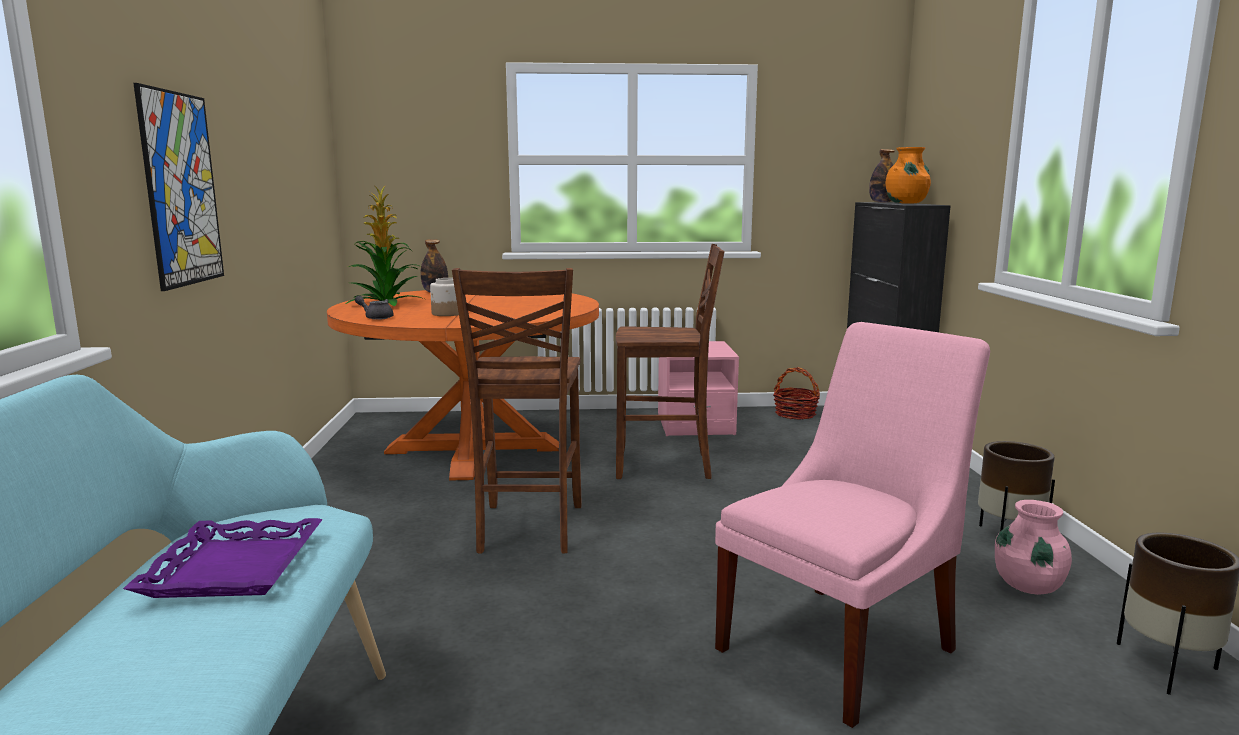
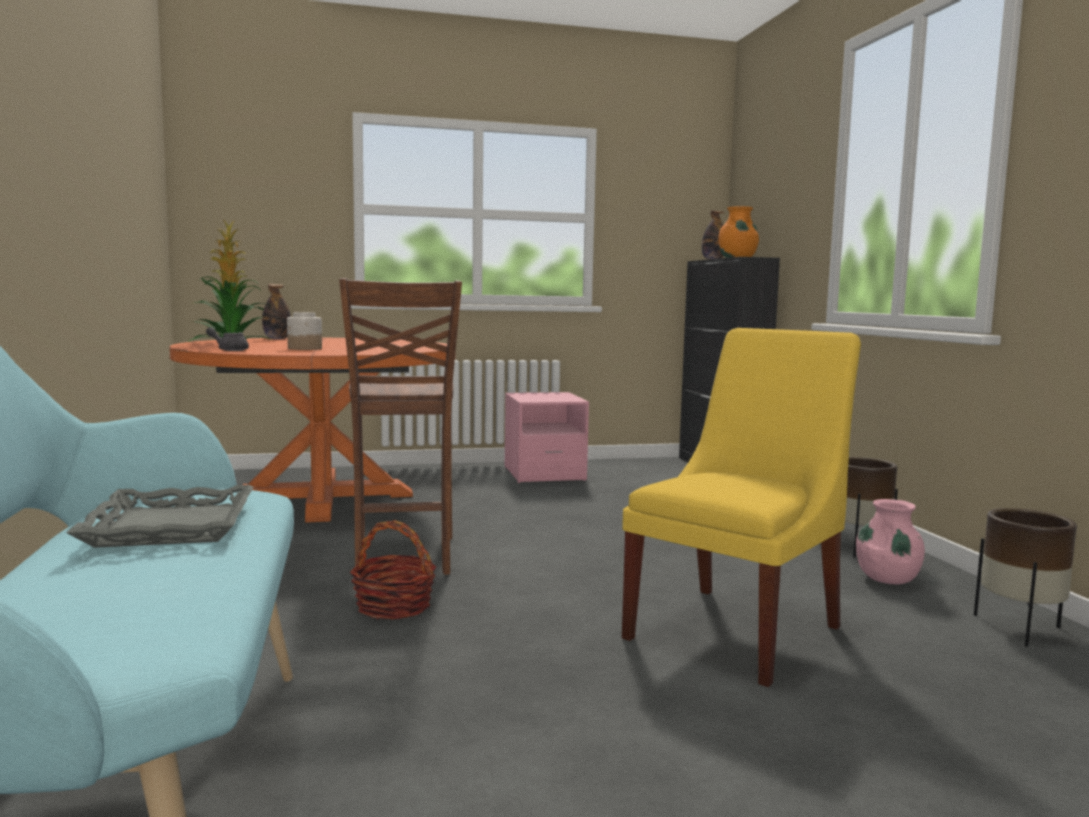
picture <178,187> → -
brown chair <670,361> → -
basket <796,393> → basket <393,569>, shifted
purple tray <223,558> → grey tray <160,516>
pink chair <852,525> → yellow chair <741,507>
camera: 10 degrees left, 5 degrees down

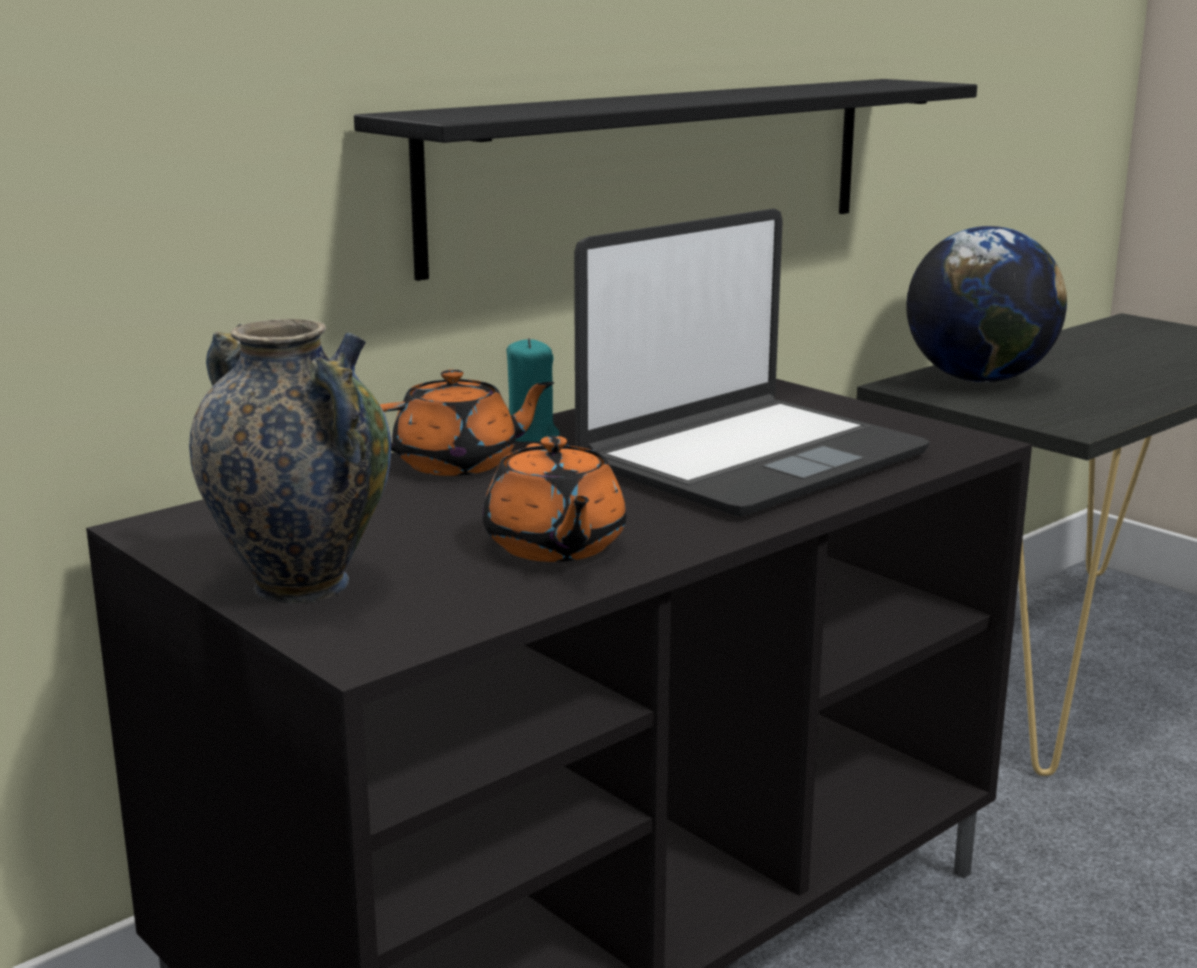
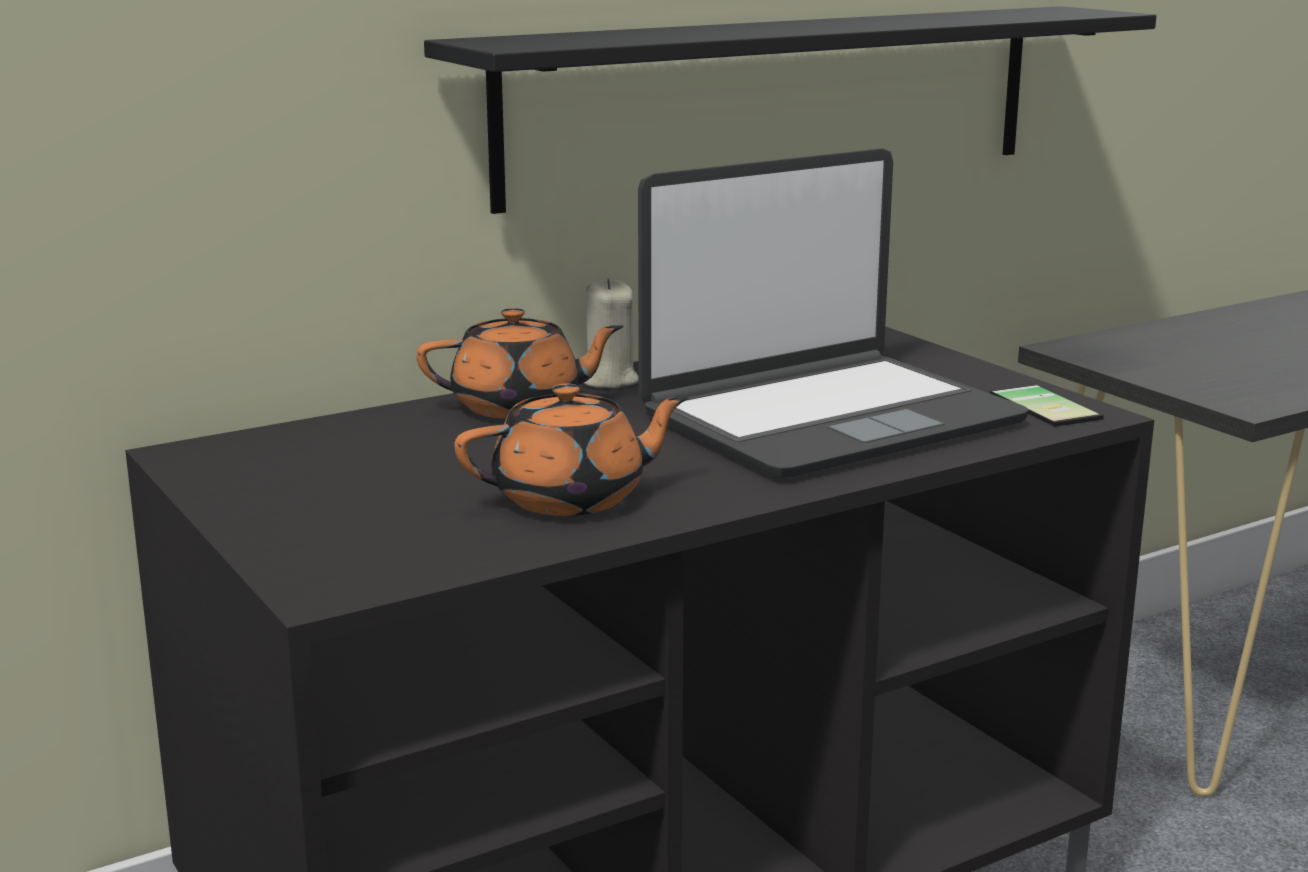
vase <290,461> → -
globe <986,304> → -
- → phone <1047,406>
turquoise candle <533,390> → beige candle <611,333>
orange teapot <555,499> → orange teapot <571,449>, 105 degrees counterclockwise
camera: 10 degrees right, 0 degrees up

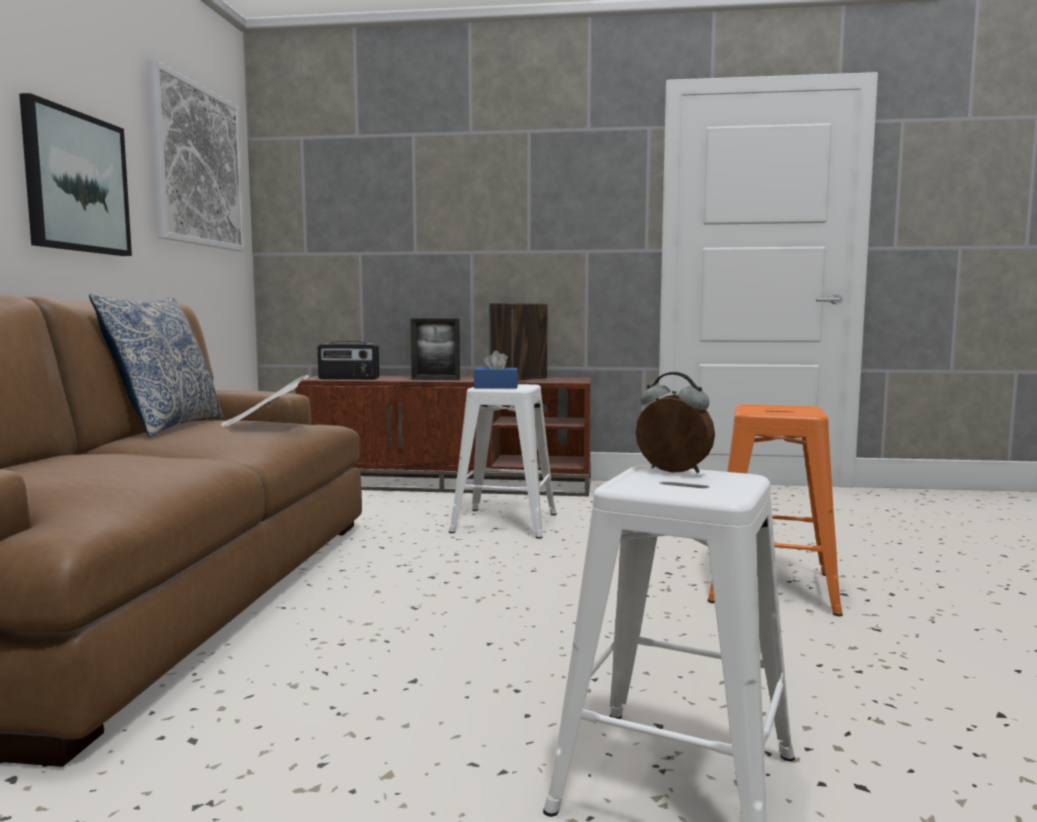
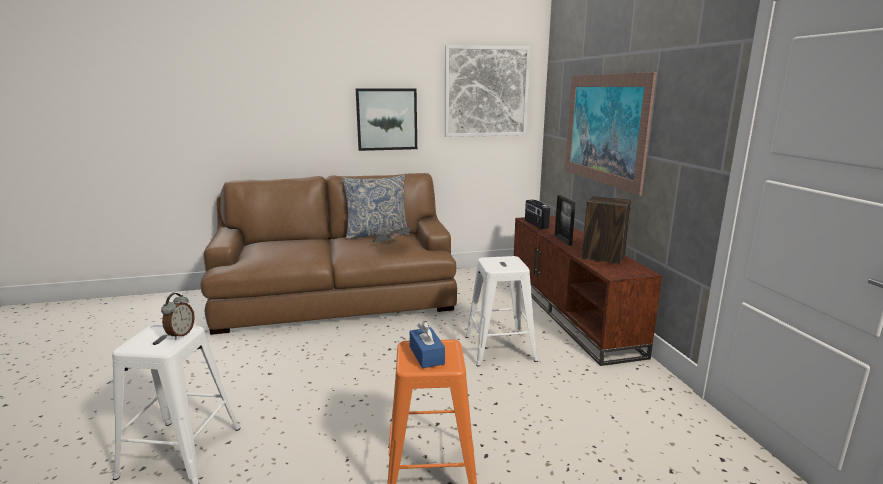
- → picture <611,134>
blue tissue box <496,369> → blue tissue box <427,344>, shifted
camera: 70 degrees right, 10 degrees up

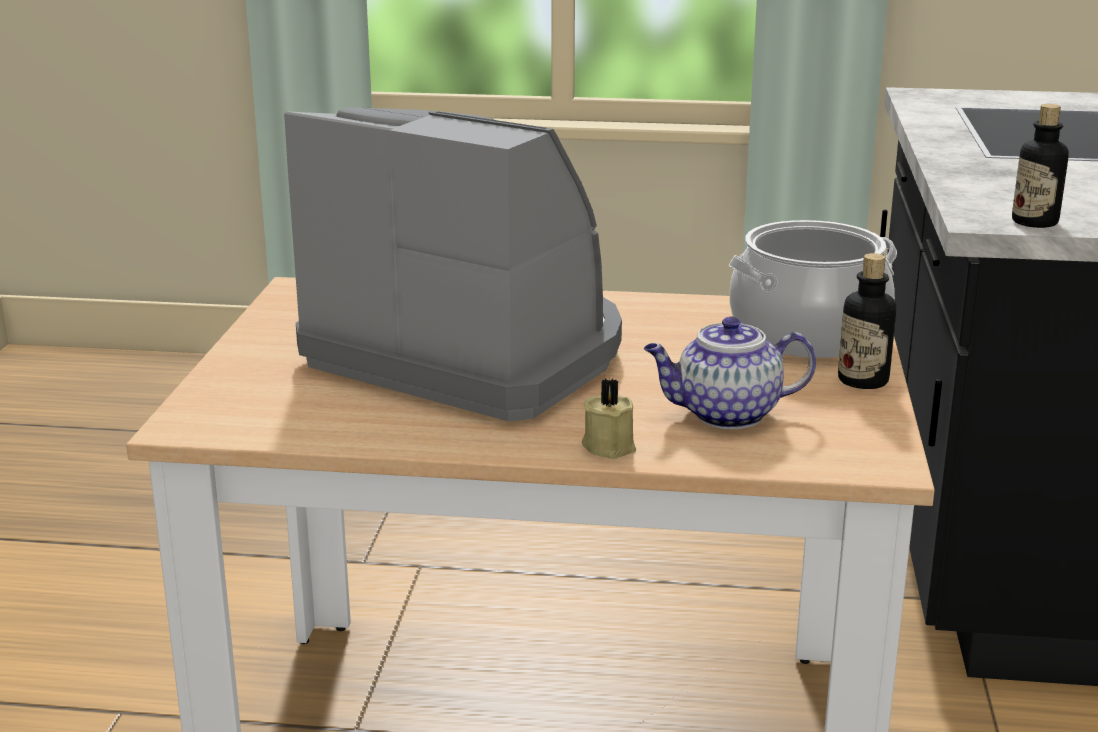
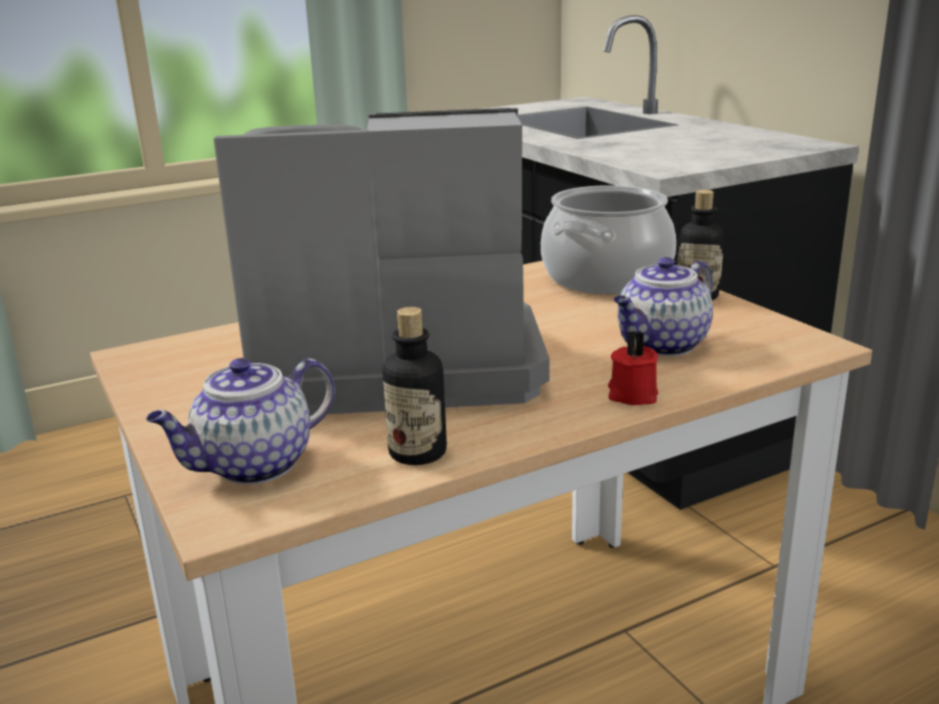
- → teapot <240,421>
bottle <1040,166> → bottle <415,386>, shifted
beige candle <609,419> → red candle <633,367>
camera: 35 degrees left, 0 degrees up

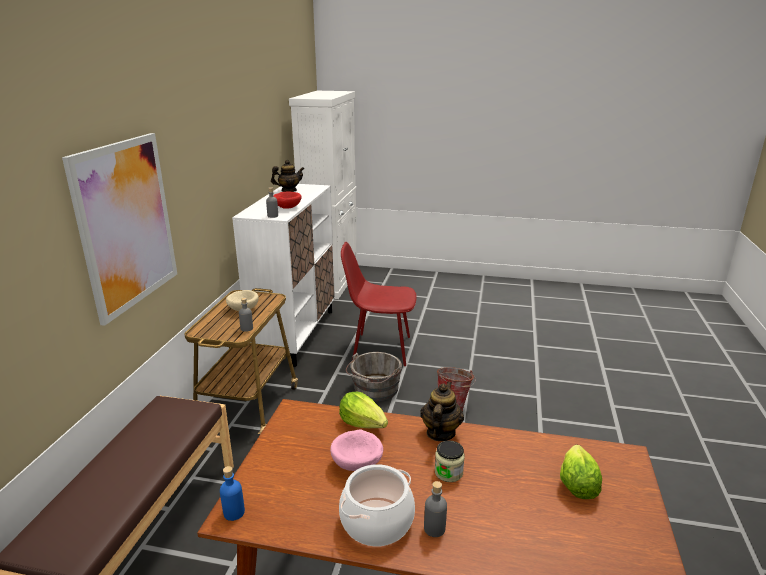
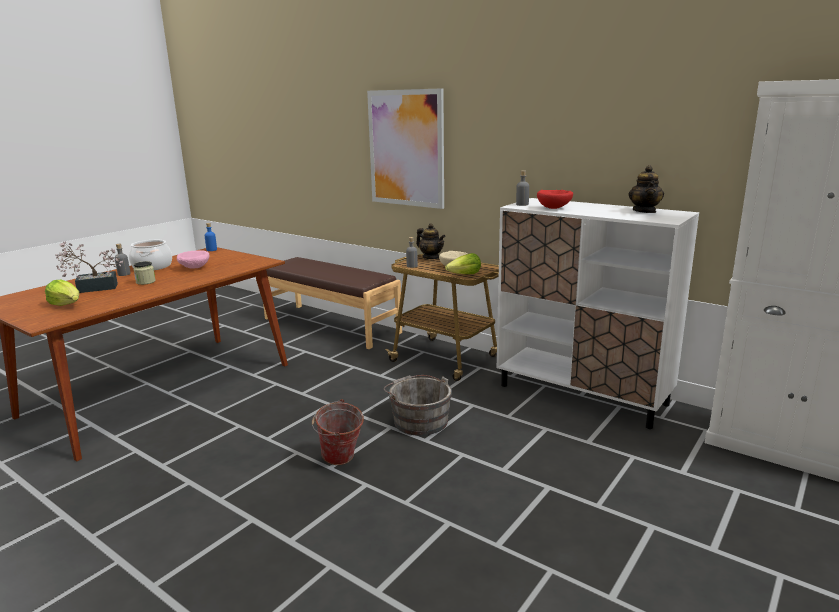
red chair <379,304> → -
- → potted plant <89,267>
lettuce <363,410> → lettuce <463,263>, shifted
teapot <442,411> → teapot <431,241>, shifted
camera: 115 degrees right, 5 degrees down

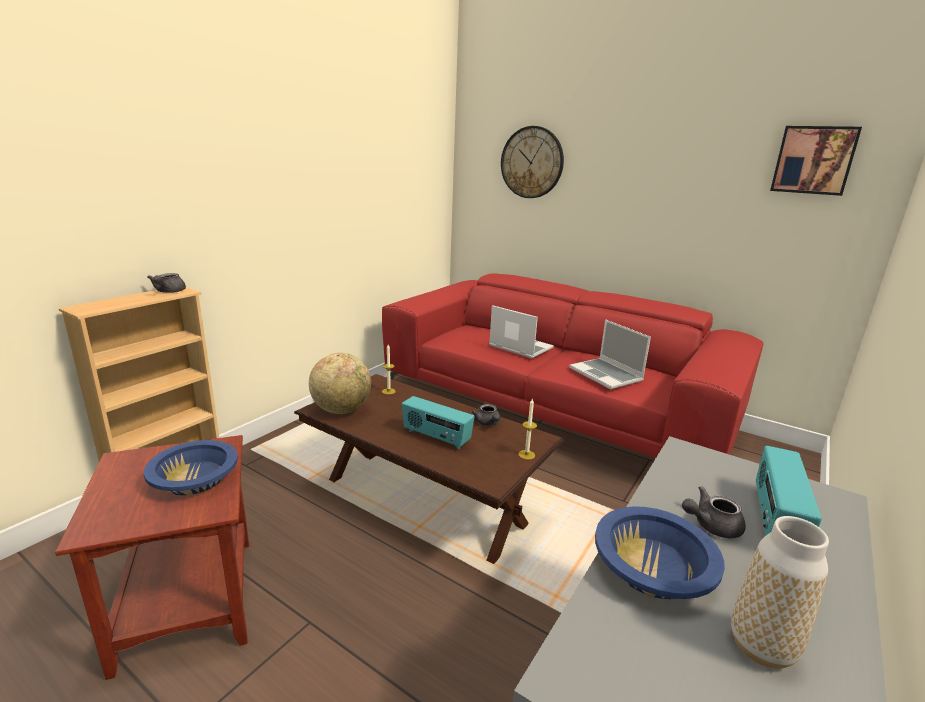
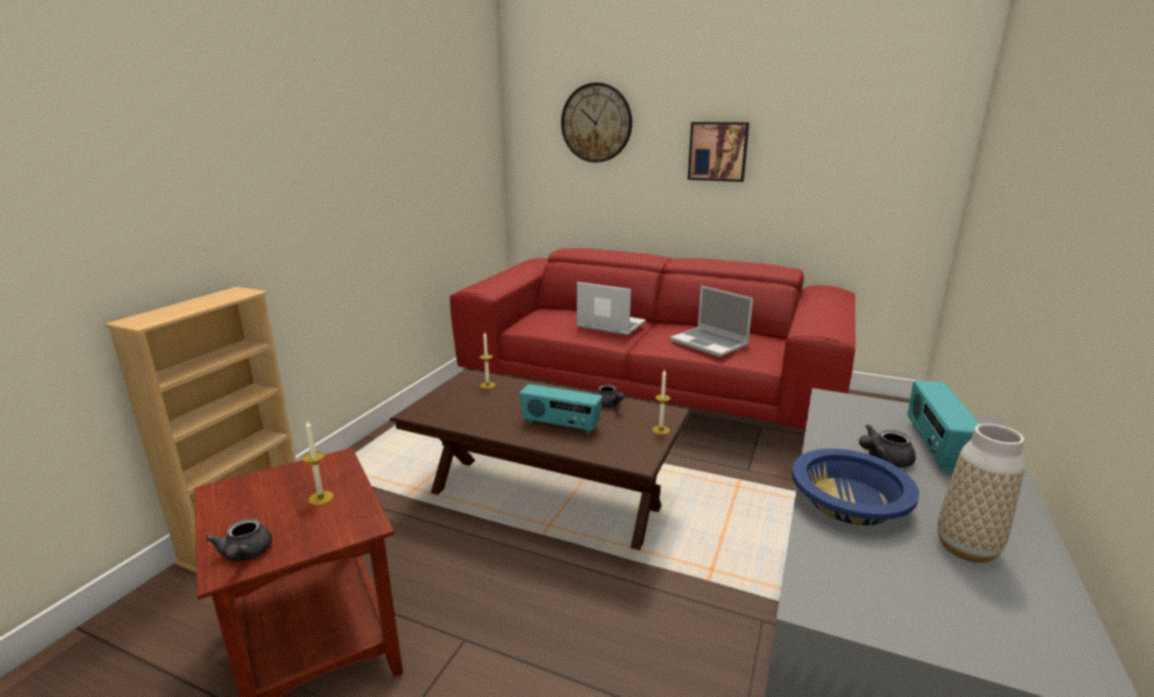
globe <340,383> → -
grey teapot <166,283> → grey teapot <239,540>, shifted
picture <816,161> → picture <719,152>, shifted
blue bowl <191,467> → candle <318,463>
camera: 10 degrees left, 0 degrees up

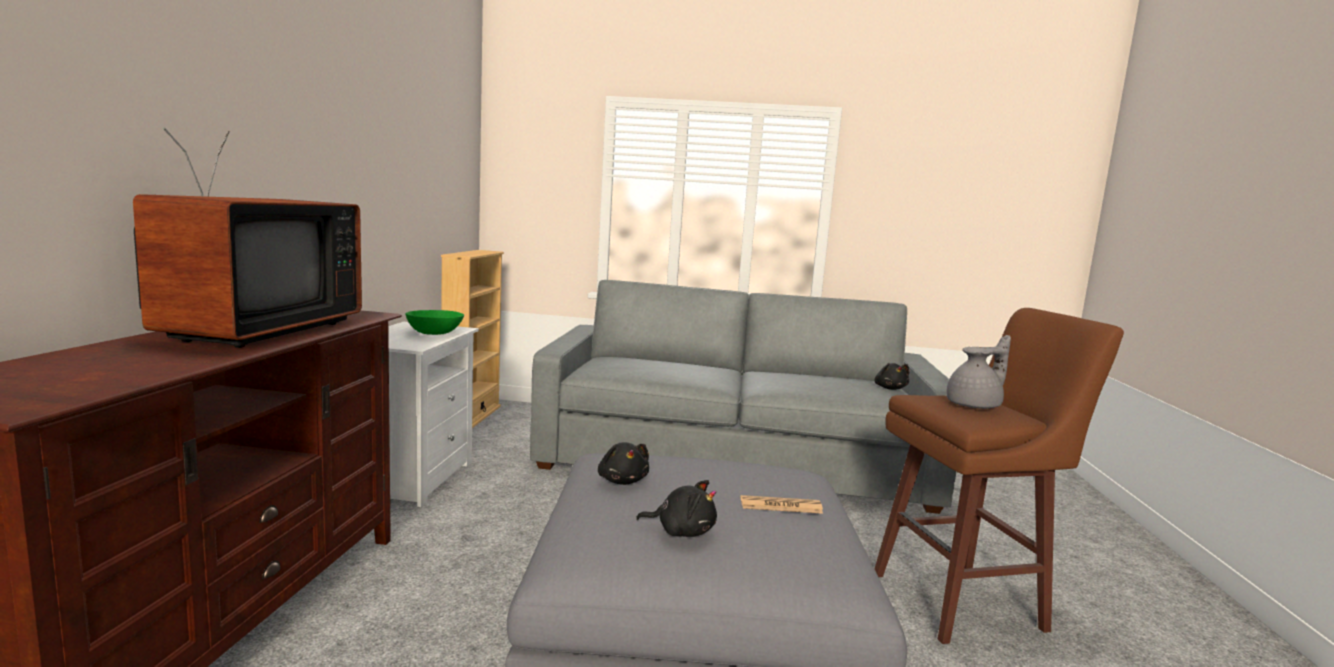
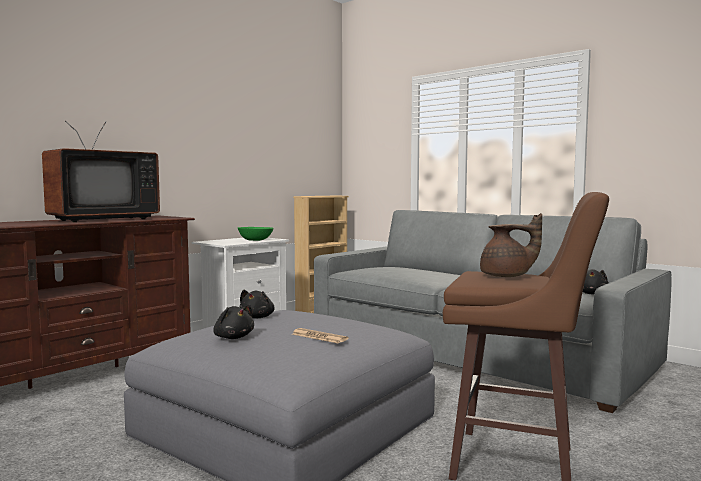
grey teapot <978,372> → brown teapot <511,245>
camera: 35 degrees right, 5 degrees down

